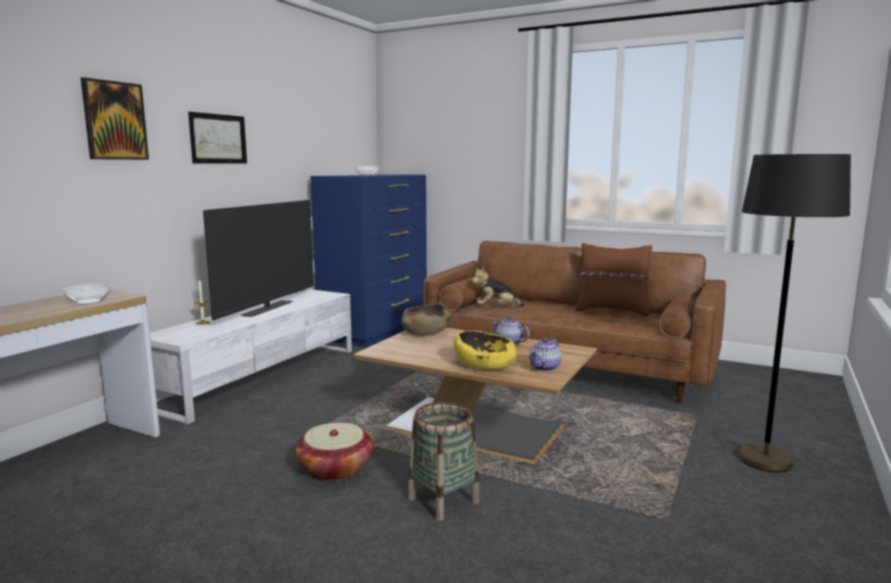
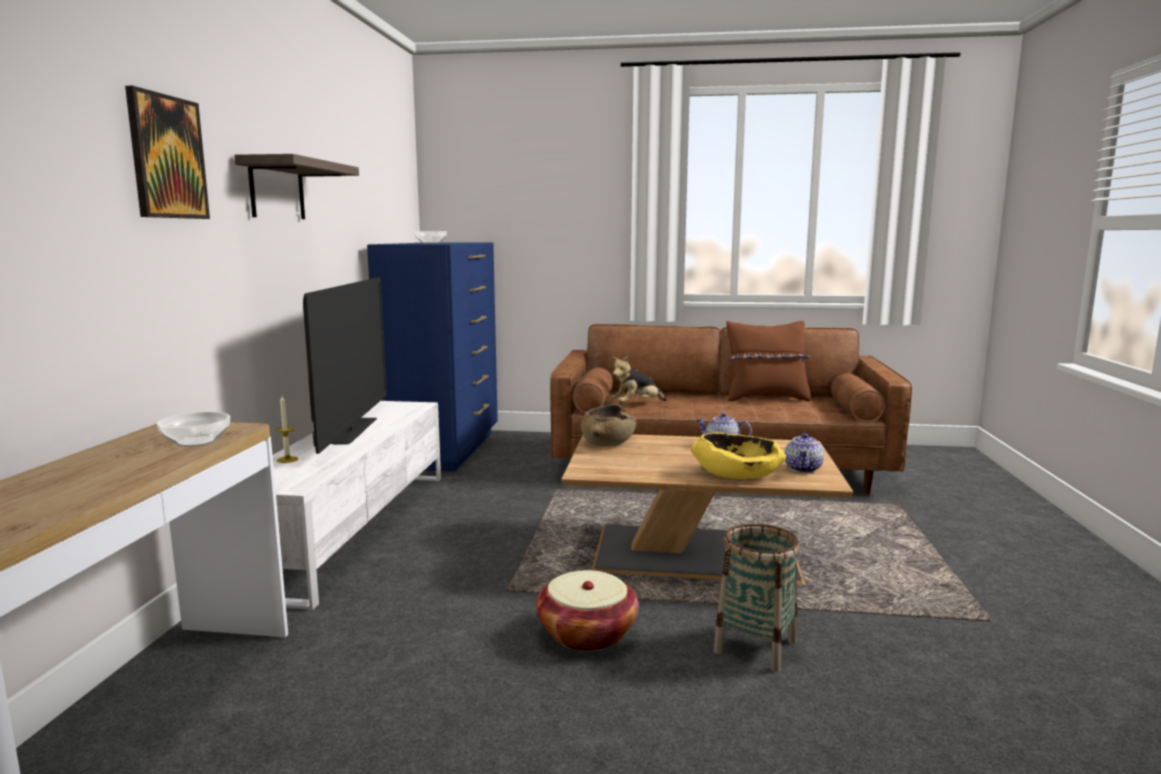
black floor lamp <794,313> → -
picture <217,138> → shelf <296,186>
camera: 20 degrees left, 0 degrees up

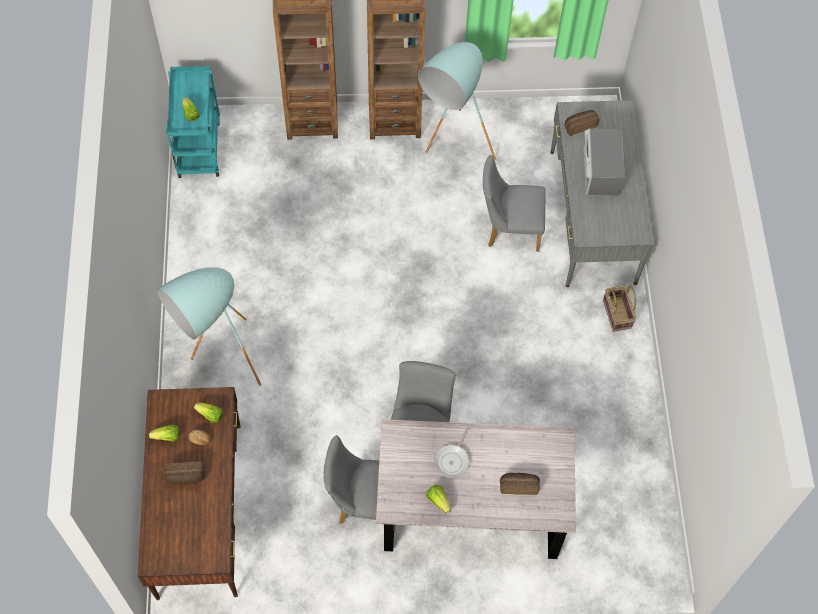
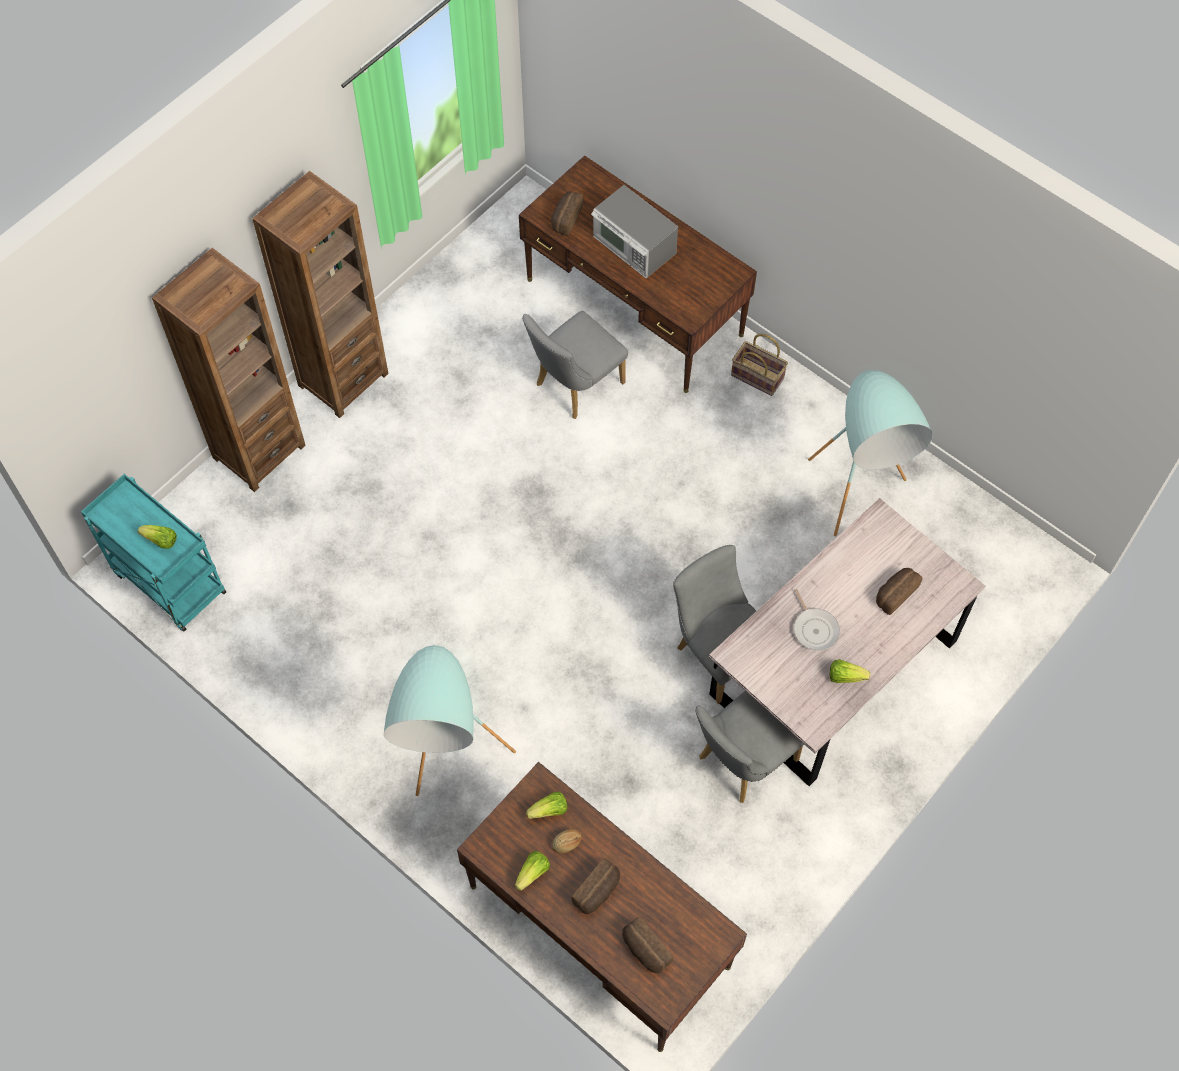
- → bread <647,945>
turquoise floor lamp <457,101> → turquoise floor lamp <870,453>, shifted
grey desk <602,193> → brown desk <638,274>
camera: 45 degrees left, 0 degrees up

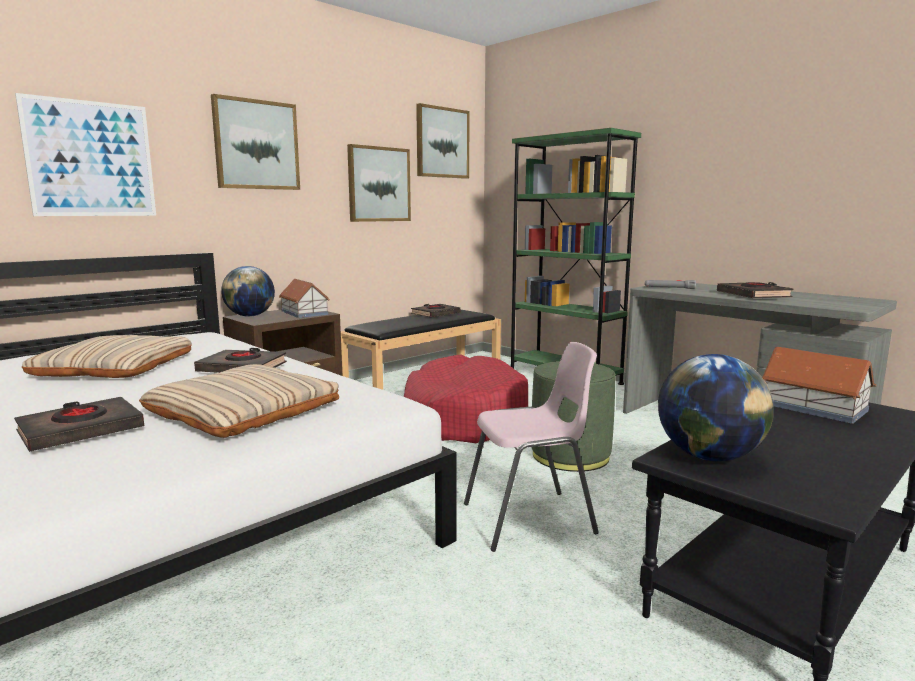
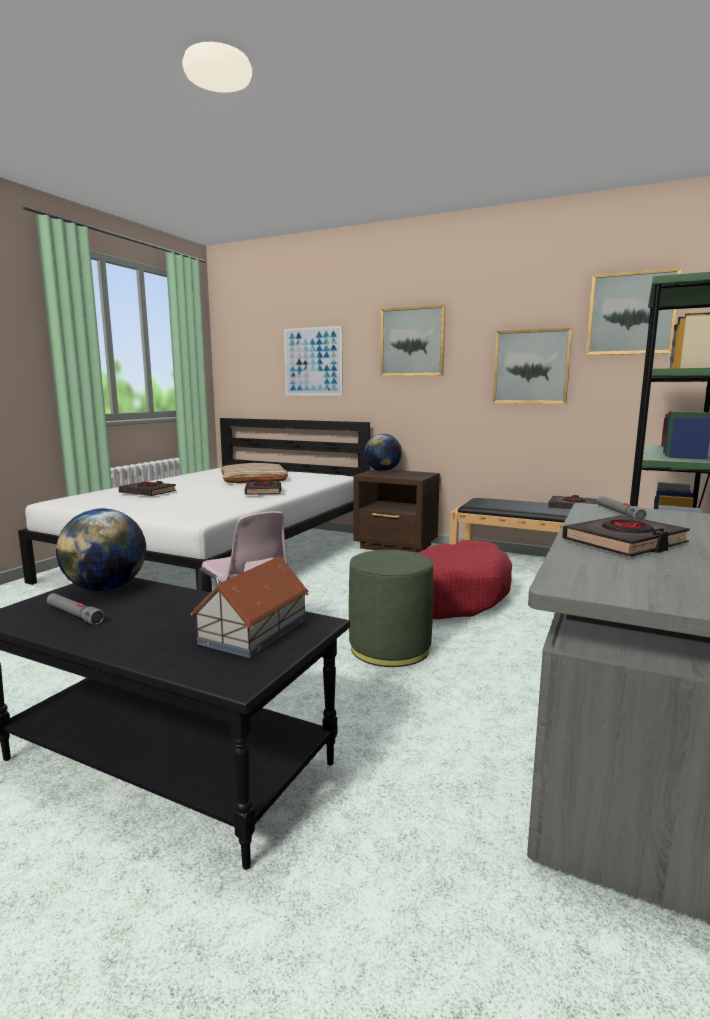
beige pillow <239,401> → -
toy house <304,298> → -
- → grey flashlight <75,609>
camera: 70 degrees right, 0 degrees up

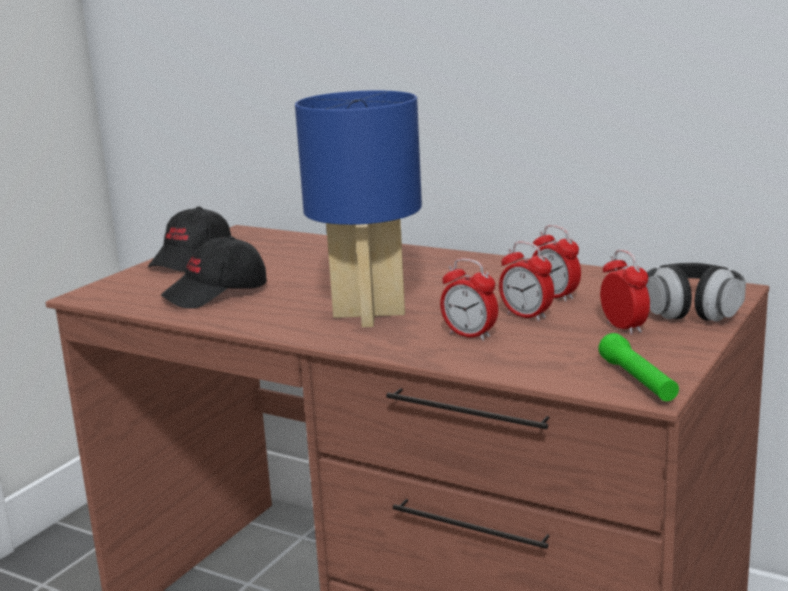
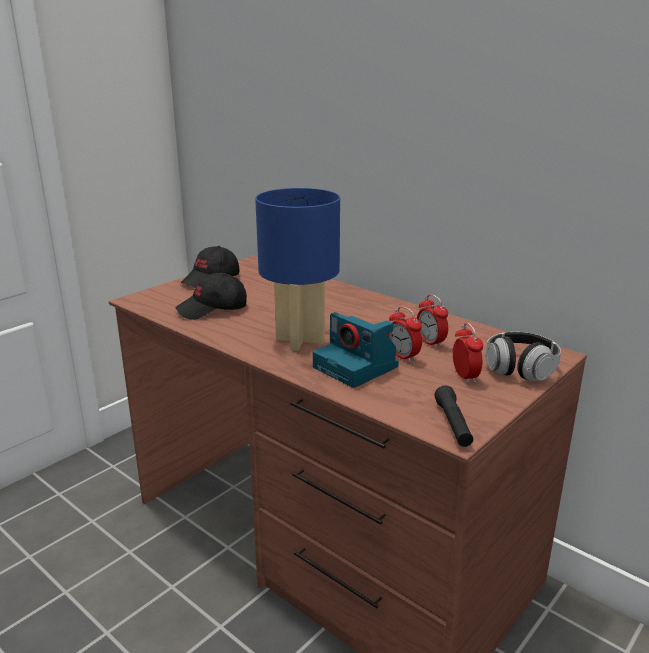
alarm clock <469,299> → photo camera <356,350>
green flashlight <638,367> → black flashlight <453,416>
camera: 10 degrees right, 5 degrees up

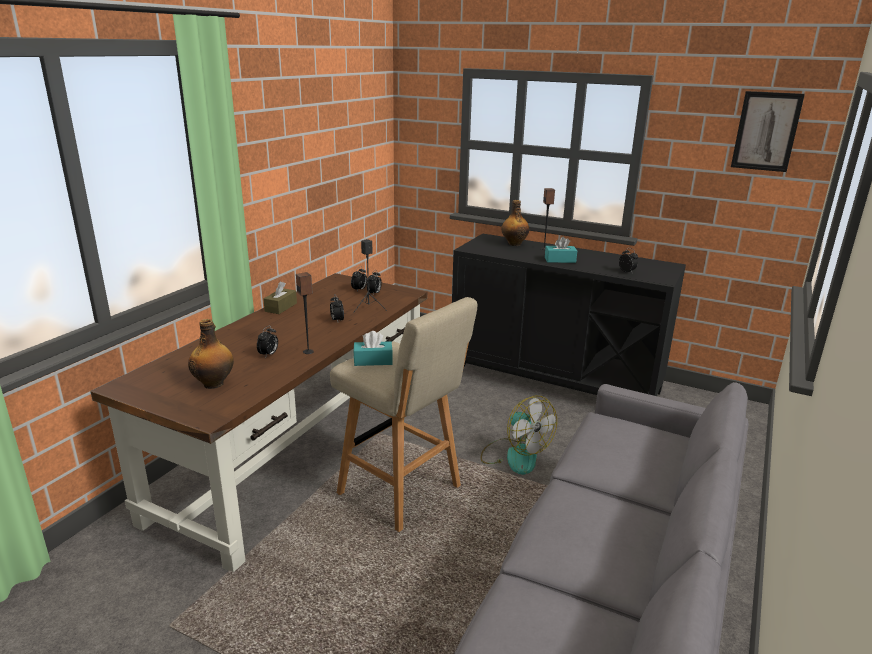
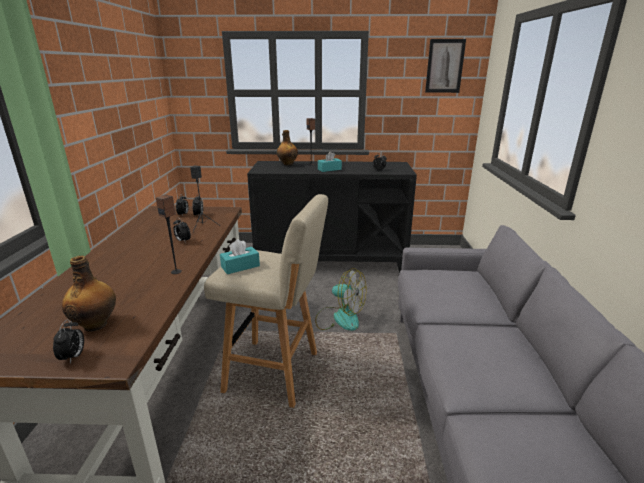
brown tissue box <280,298> → -
alarm clock <267,341> → alarm clock <68,341>, shifted
camera: 25 degrees left, 0 degrees up

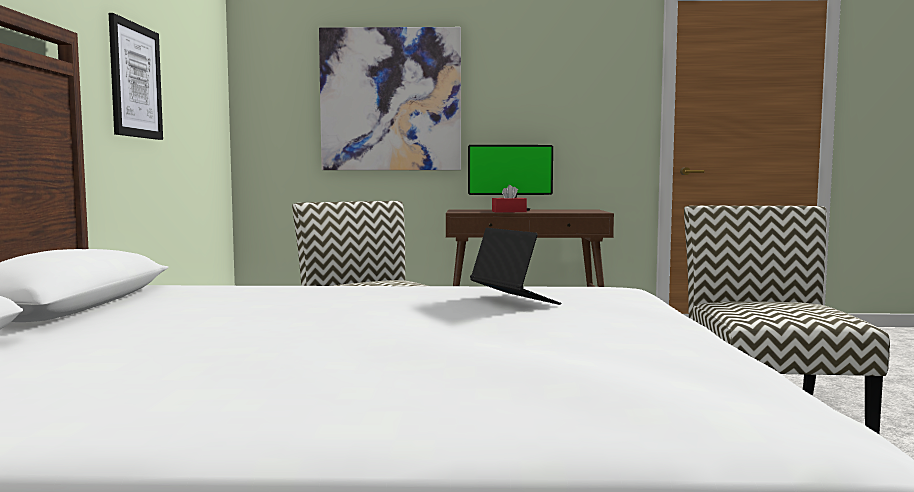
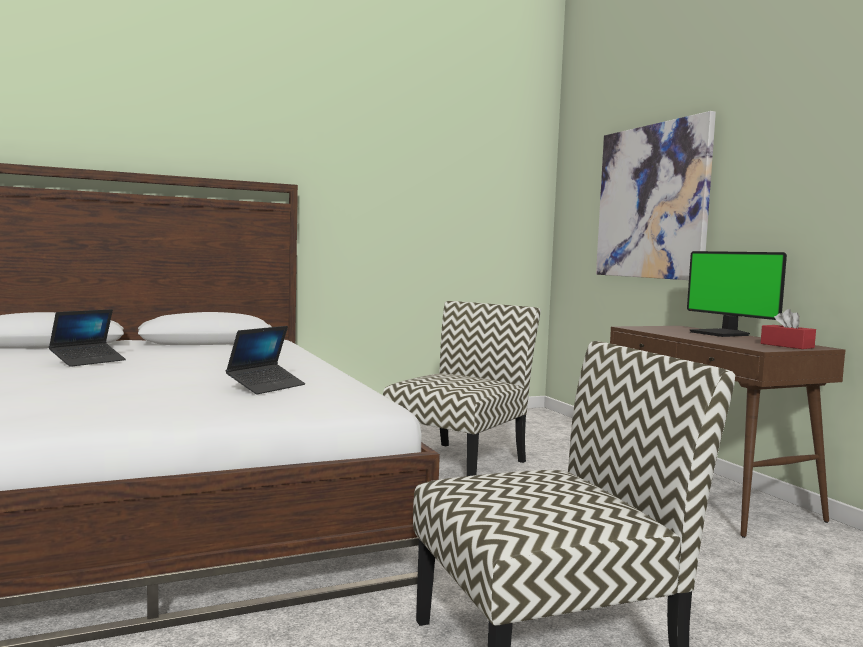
picture <136,76> → -
- → laptop <87,338>
red tissue box <509,199> → red tissue box <788,329>, shifted
camera: 65 degrees right, 0 degrees up

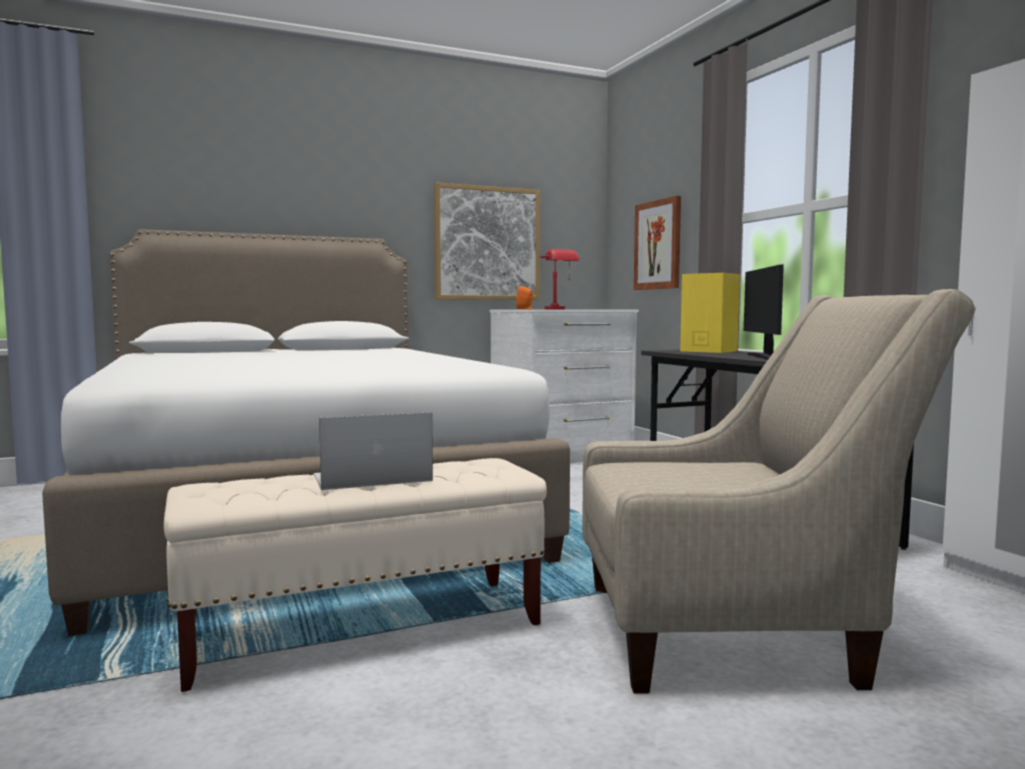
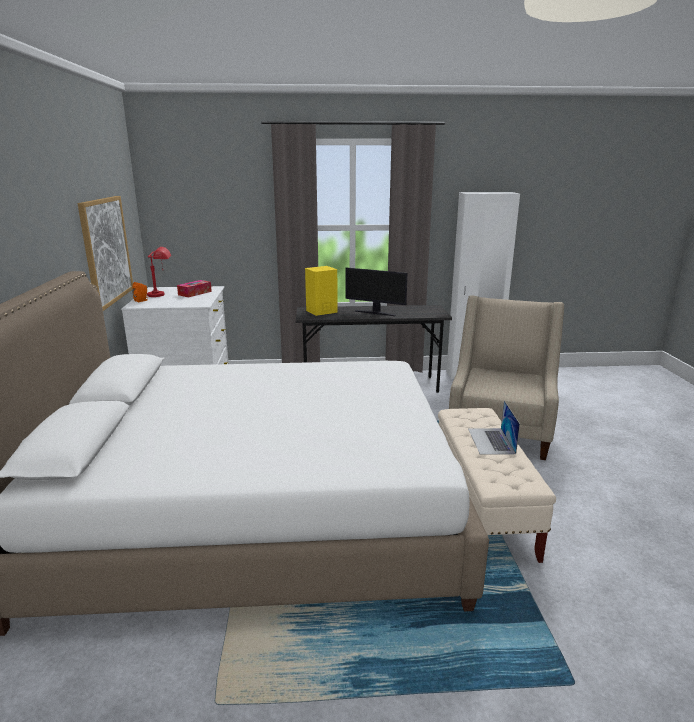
picture <657,243> → -
- → tissue box <194,288>
camera: 70 degrees left, 15 degrees up

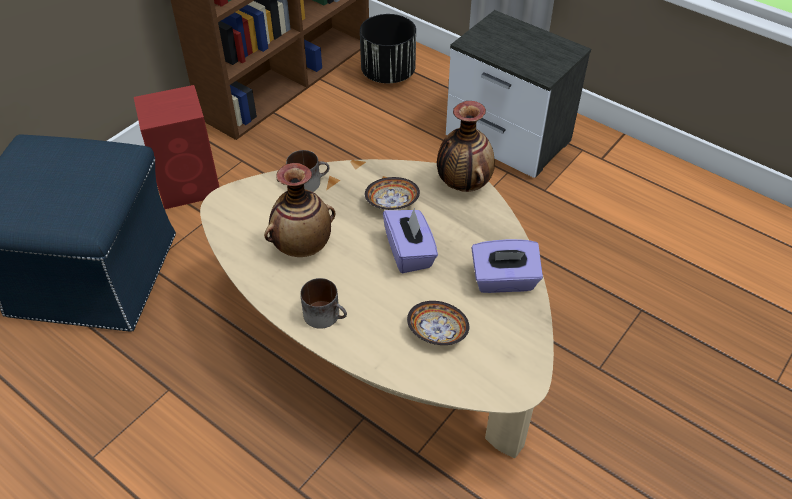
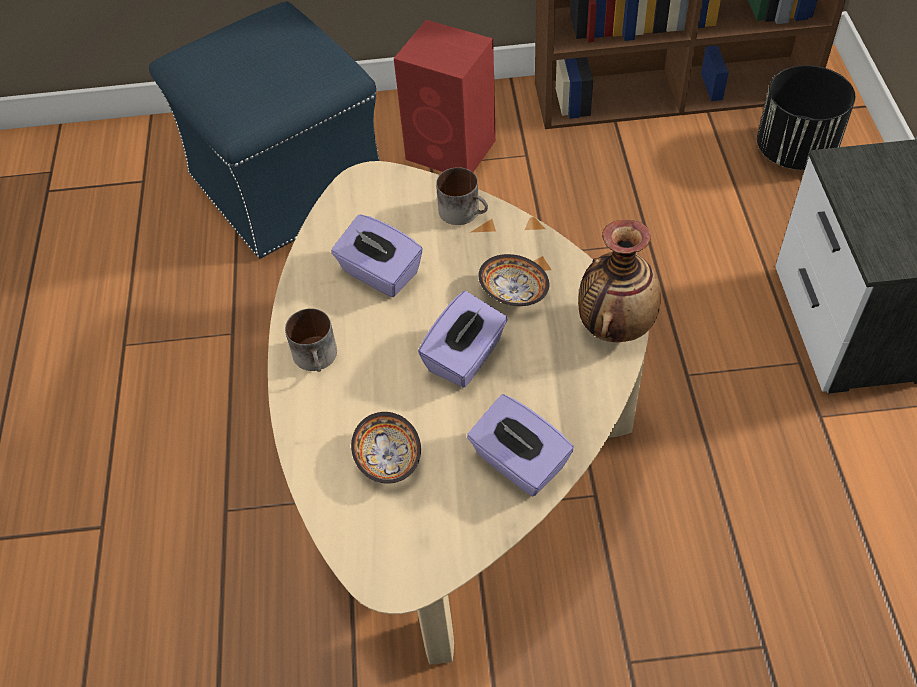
vase <300,210> → purple tissue box <377,255>
camera: 50 degrees right, 5 degrees up

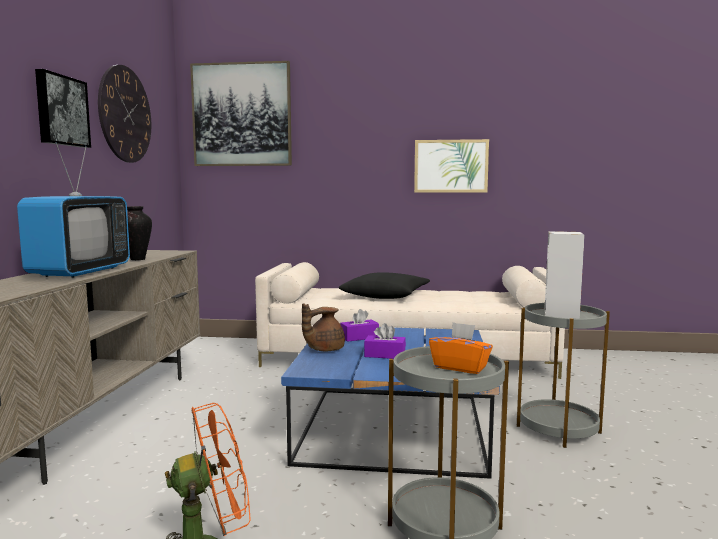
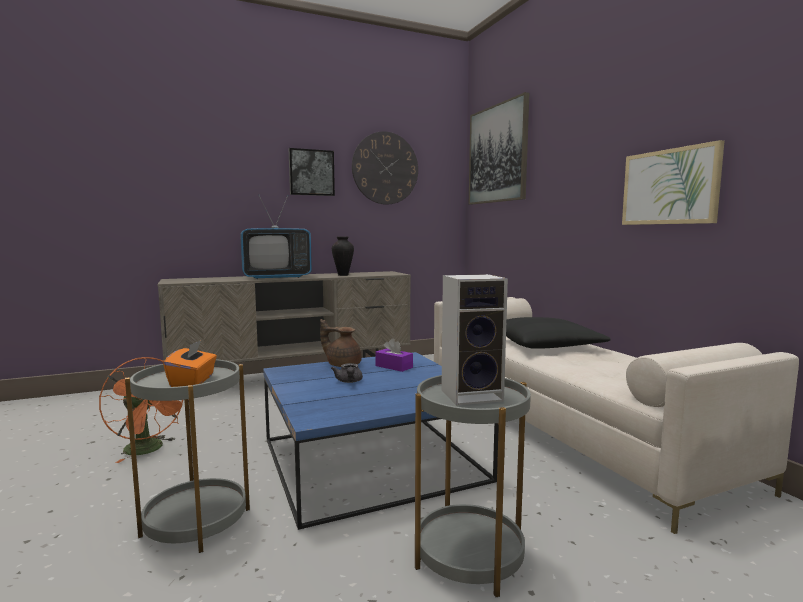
purple tissue box <385,341> → grey teapot <347,373>
camera: 60 degrees right, 0 degrees up

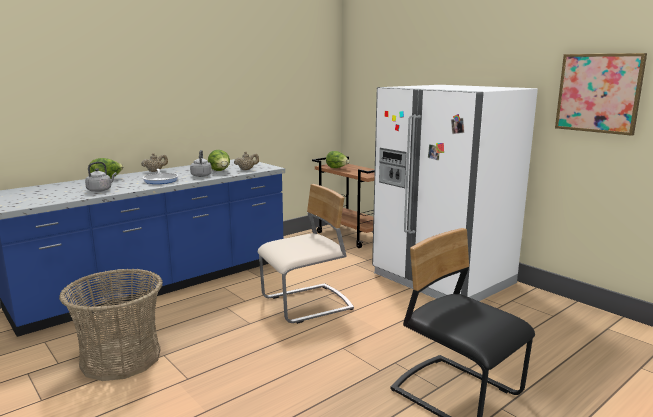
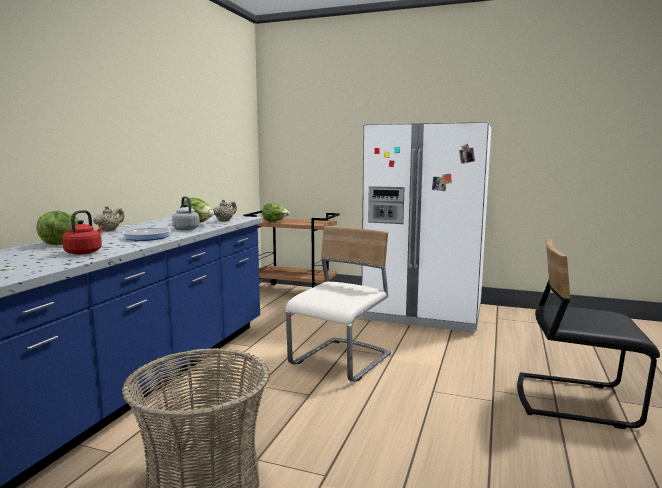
picture <601,94> → -
grey kettle <101,177> → red kettle <82,232>
camera: 30 degrees left, 5 degrees down

